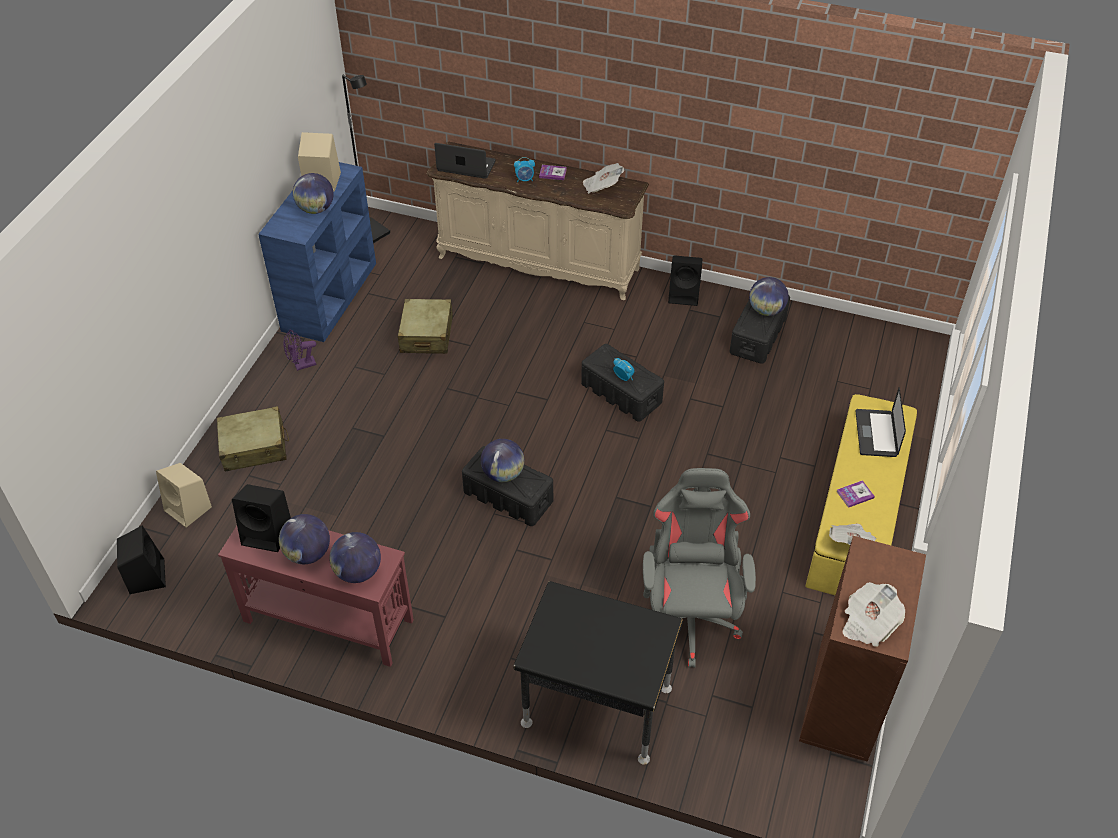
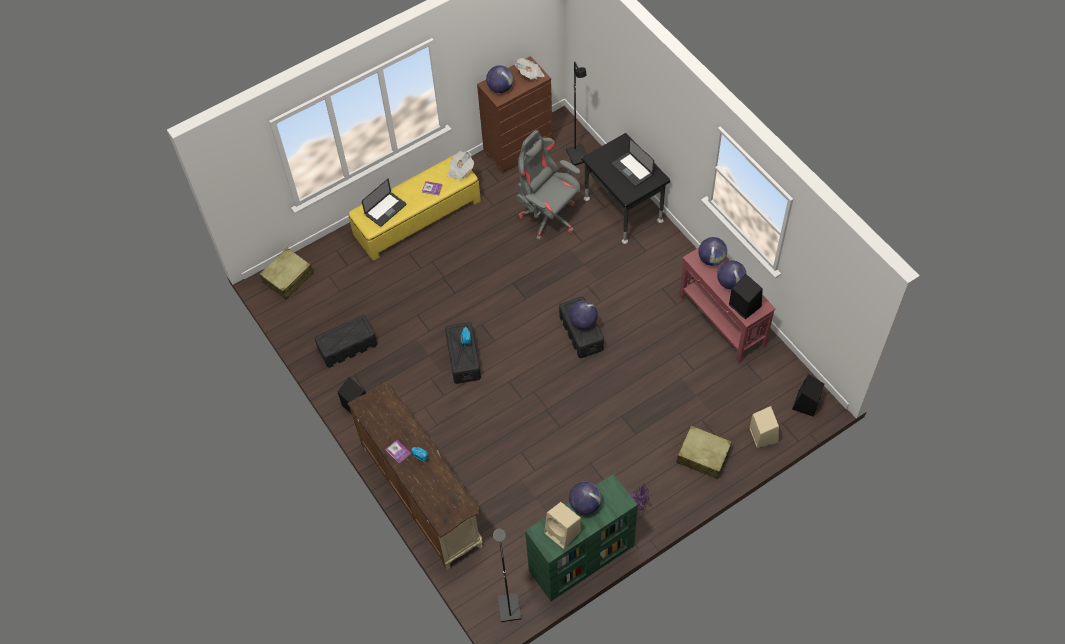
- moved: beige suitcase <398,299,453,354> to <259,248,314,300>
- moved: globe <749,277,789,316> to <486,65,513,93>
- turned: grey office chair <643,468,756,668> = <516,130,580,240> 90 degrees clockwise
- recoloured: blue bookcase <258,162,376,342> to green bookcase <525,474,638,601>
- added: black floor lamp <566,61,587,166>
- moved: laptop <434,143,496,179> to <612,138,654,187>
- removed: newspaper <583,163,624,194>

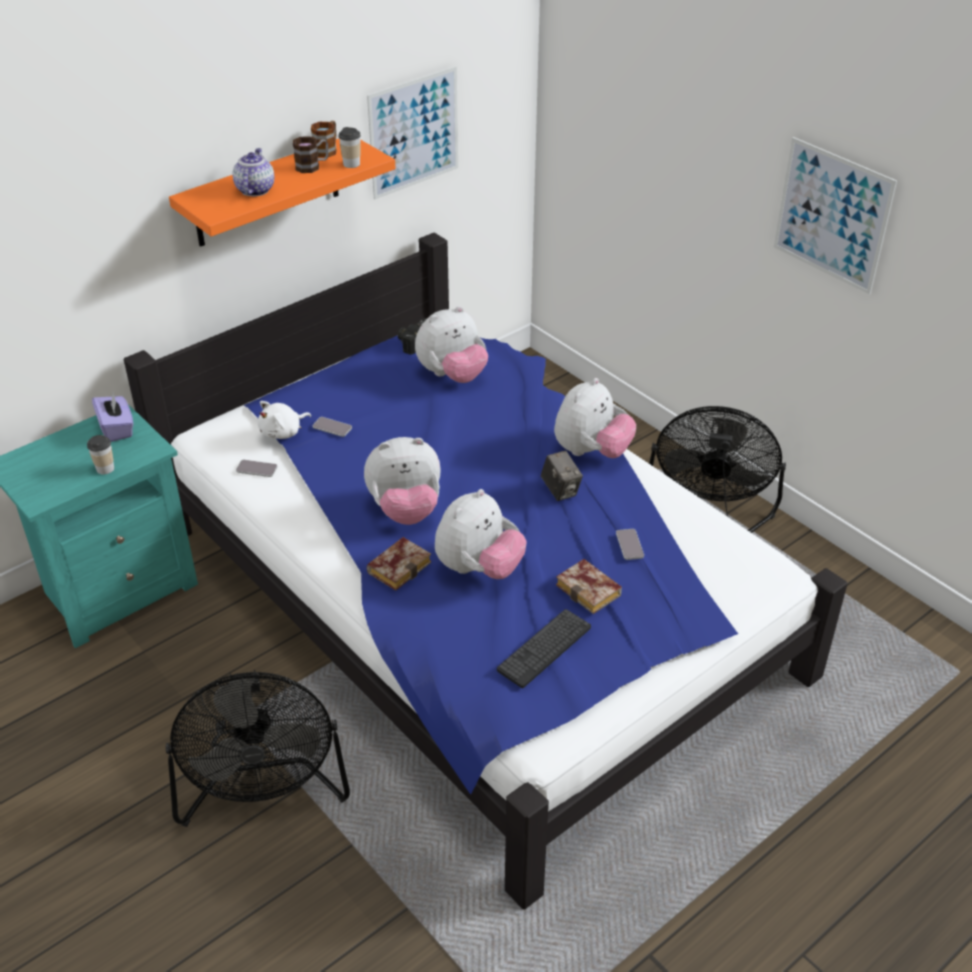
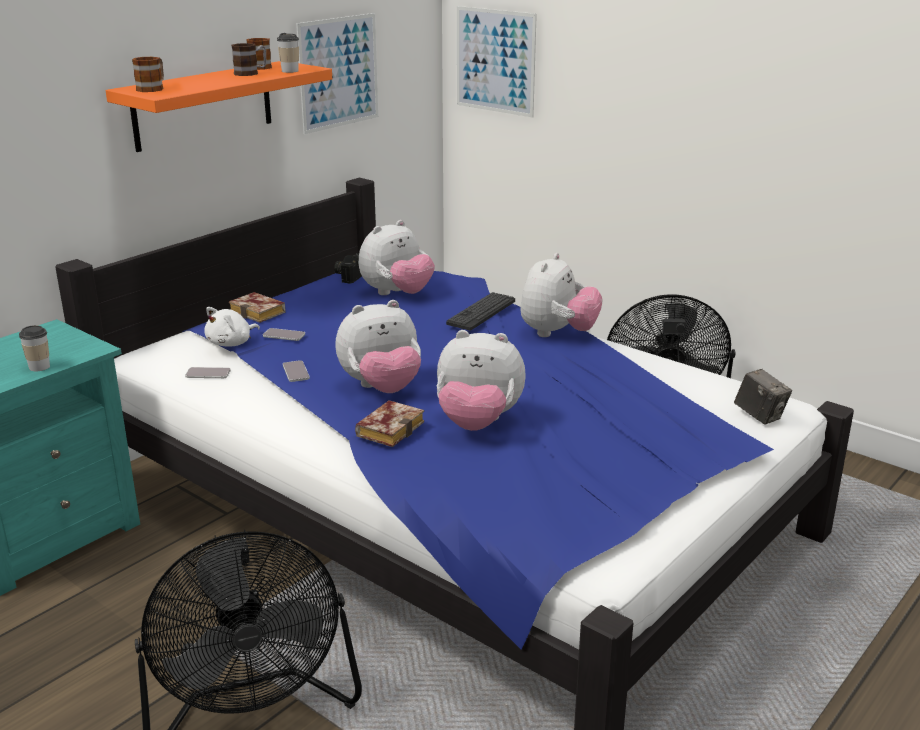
- added: mug <132,57,164,92>
- moved: book <556,559,622,614> to <229,292,285,323>
- moved: phone <616,529,644,560> to <283,360,310,382>
- turned: plush toy <435,489,527,579> = <437,330,526,431> 75 degrees clockwise
- moved: keyboard <497,609,591,688> to <446,292,515,330>
- moved: picture <774,137,897,295> to <457,6,537,118>
- moved: photo camera <541,451,583,501> to <734,369,792,425>
- removed: purple tissue box <92,391,133,442>
- removed: teapot <232,148,274,196>

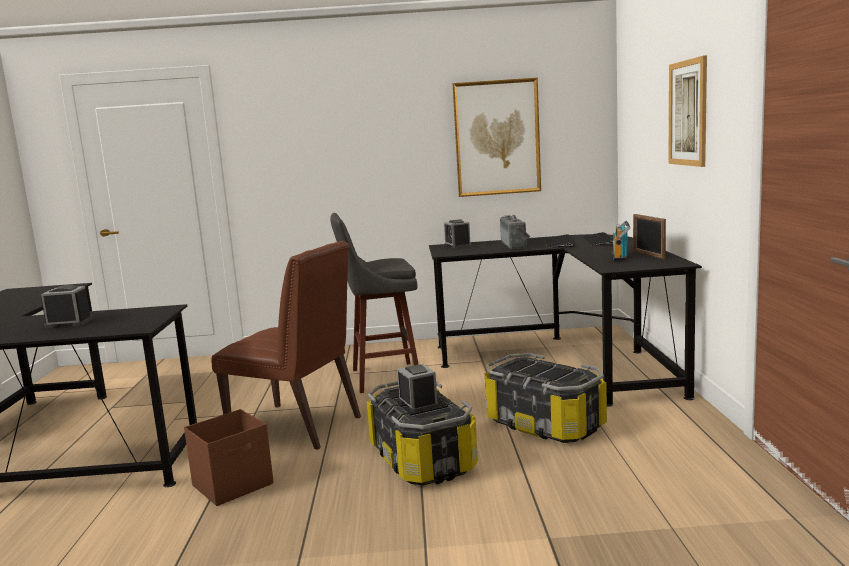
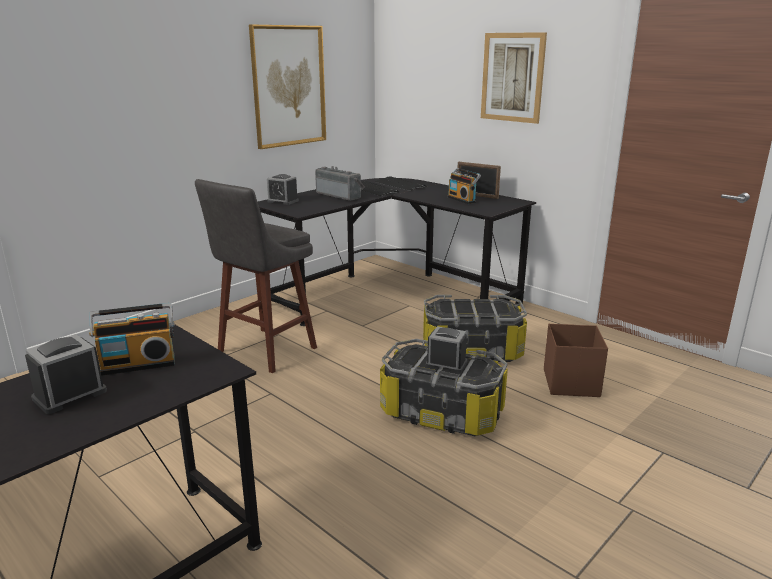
- added: radio <89,303,175,376>
- moved: brown storage box <184,409,273,506> to <544,324,608,397>
- removed: brown chair <211,241,361,449>

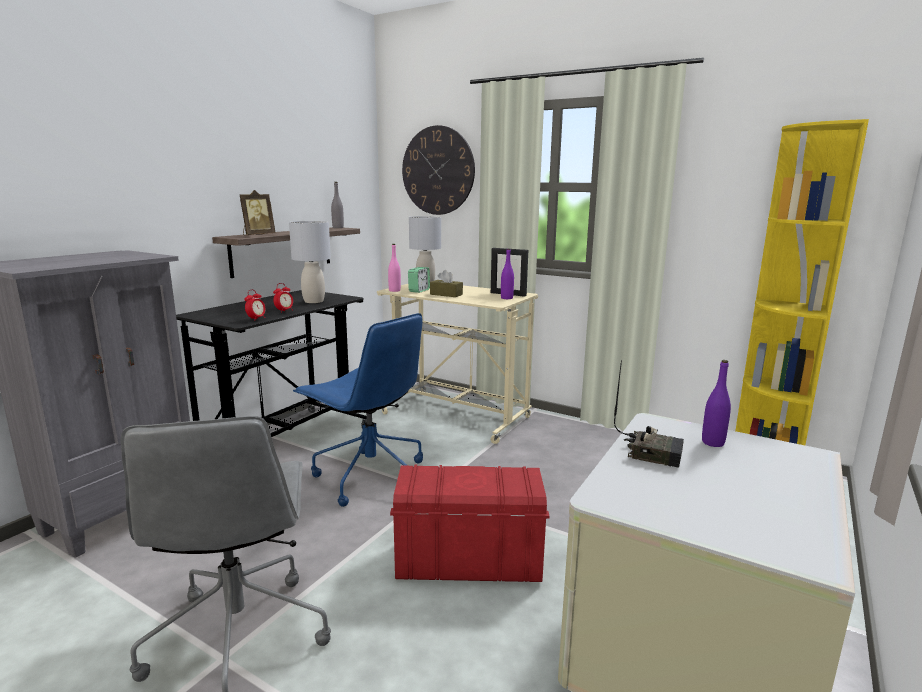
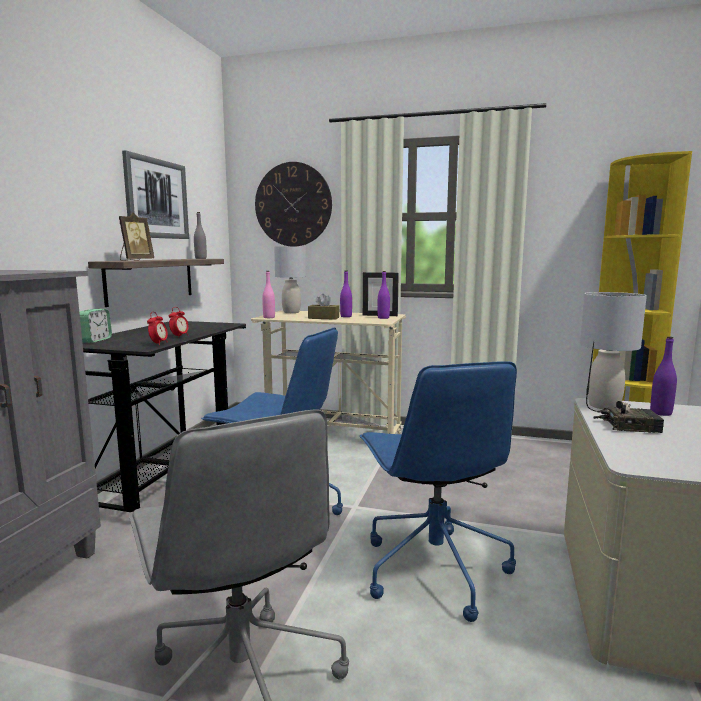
- moved: alarm clock <408,267,430,293> to <79,309,112,343>
- added: picture <122,150,189,239>
- added: purple bottle <340,270,352,317>
- replaced: red storage box <390,465,550,582> to blue office chair <360,361,517,622>
- moved: grey table lamp <289,221,331,303> to <580,292,647,410>

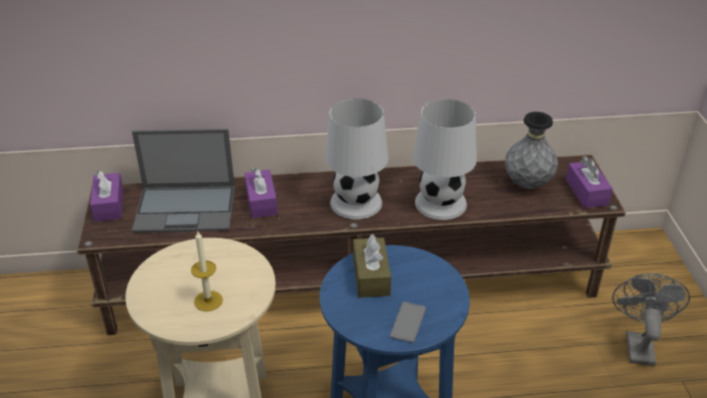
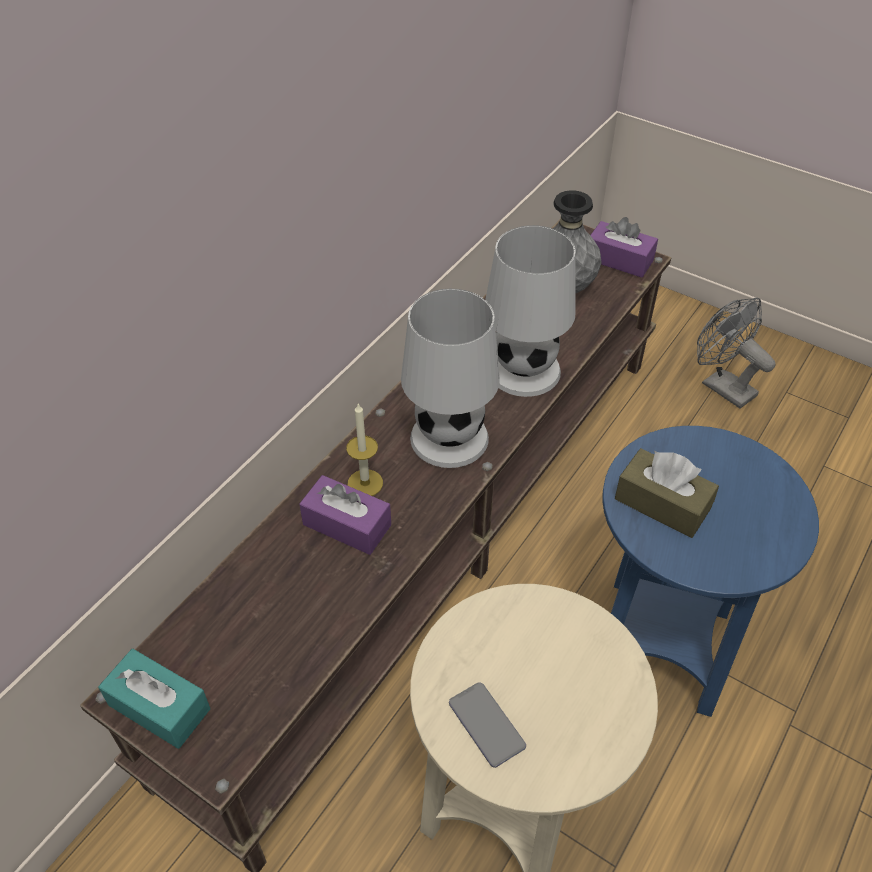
- recoloured: purple tissue box <90,171,123,222> to turquoise tissue box <98,649,210,749>
- moved: candle <191,230,223,311> to <346,404,383,496>
- moved: phone <390,302,426,343> to <449,682,526,768>
- removed: laptop <132,129,235,233>

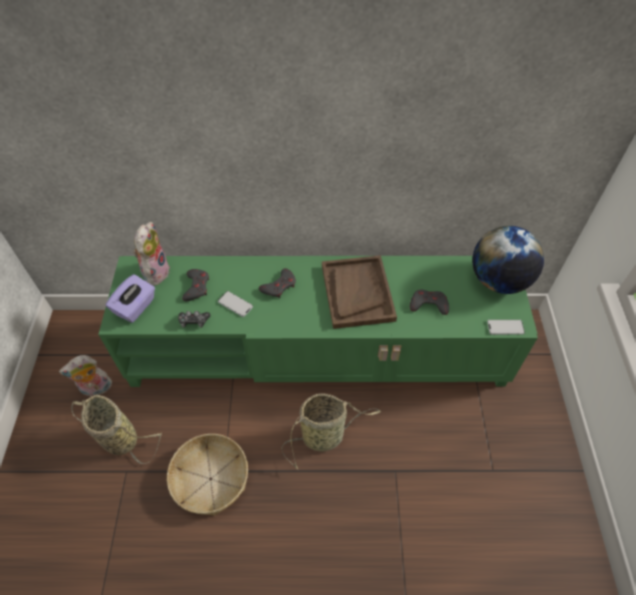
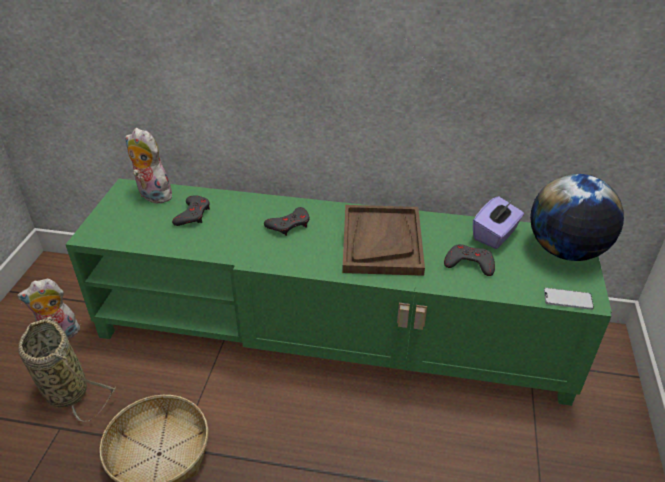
- turned: plush toy <133,222,170,286> = <125,128,172,203> 75 degrees counterclockwise
- moved: purple tissue box <106,274,155,323> to <473,196,524,249>
- removed: game controller <178,311,210,328>
- removed: phone <218,291,253,317>
- removed: basket <281,393,381,470>

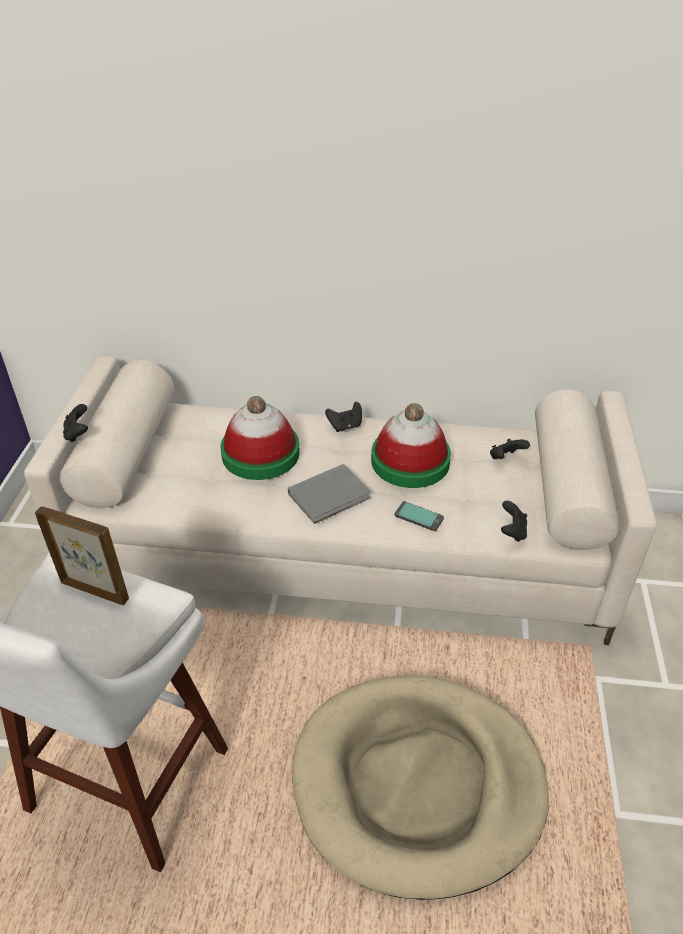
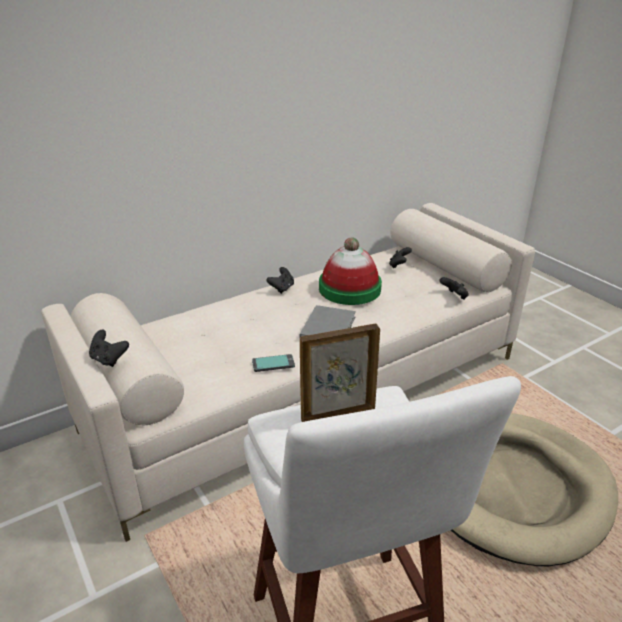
- moved: phone <394,501,444,531> to <252,354,295,372>
- removed: hat <221,396,300,480>

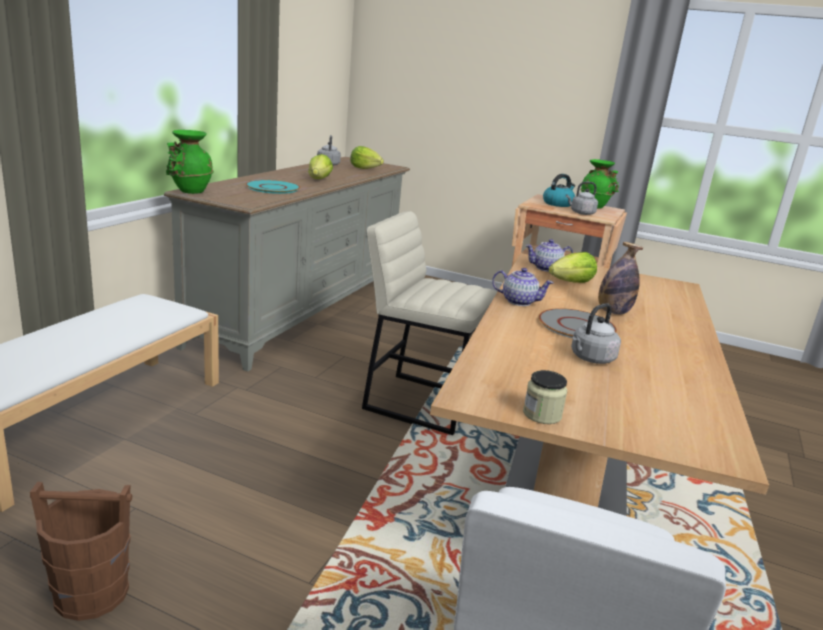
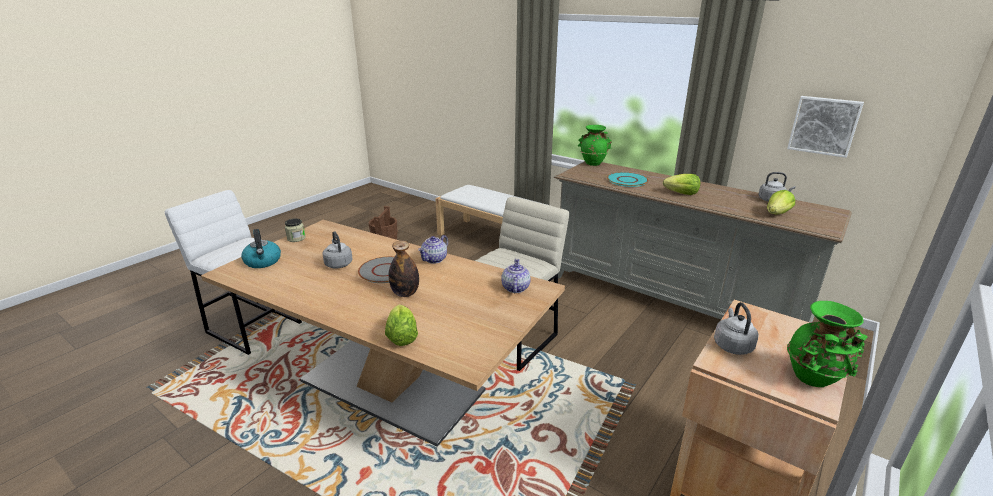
- moved: kettle <543,174,575,207> to <241,229,281,268>
- moved: lettuce <549,252,597,283> to <385,304,418,346>
- added: picture <787,96,864,158>

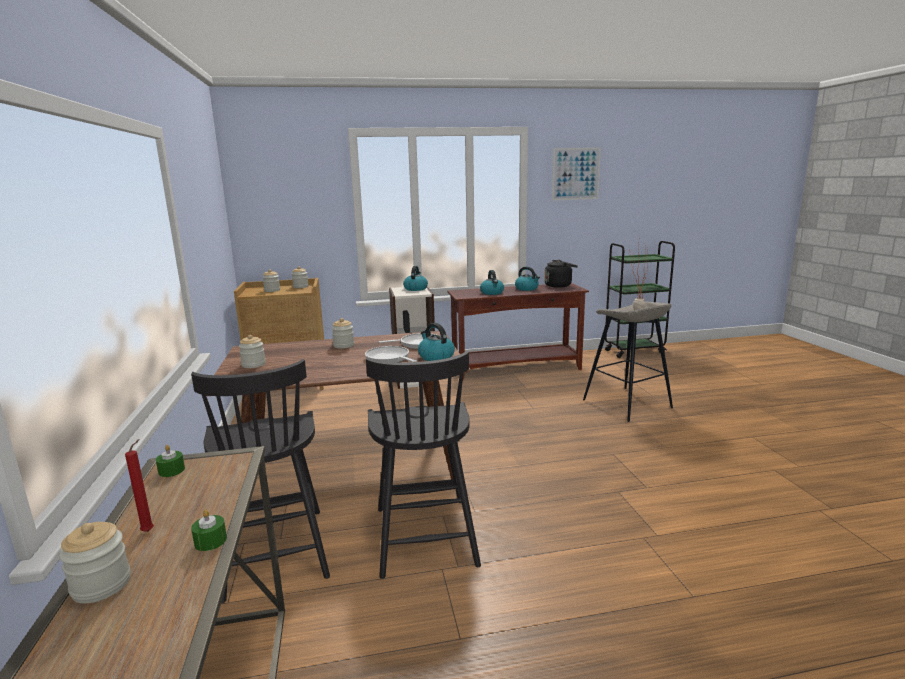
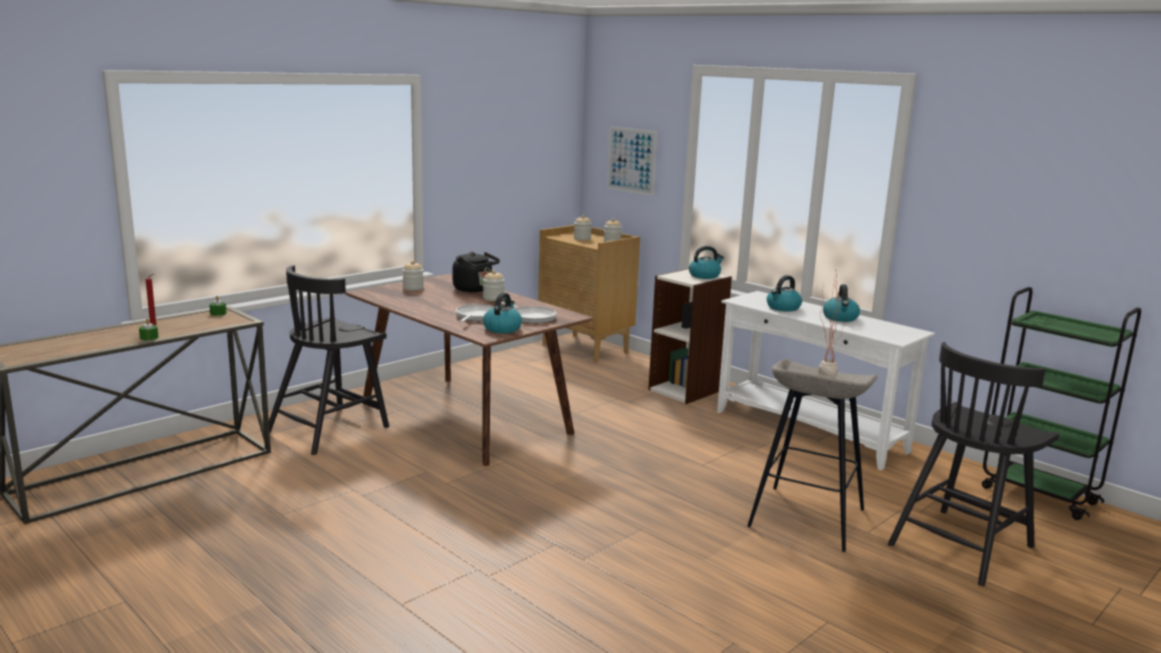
- moved: black kettle <544,260,578,288> to <453,252,500,292>
- moved: picture <552,147,601,201> to <607,126,657,196>
- recoloured: brown console table <447,283,589,379> to white console table <717,291,935,470>
- moved: black chair <366,351,481,579> to <888,342,1059,586>
- removed: jar <59,522,131,603>

